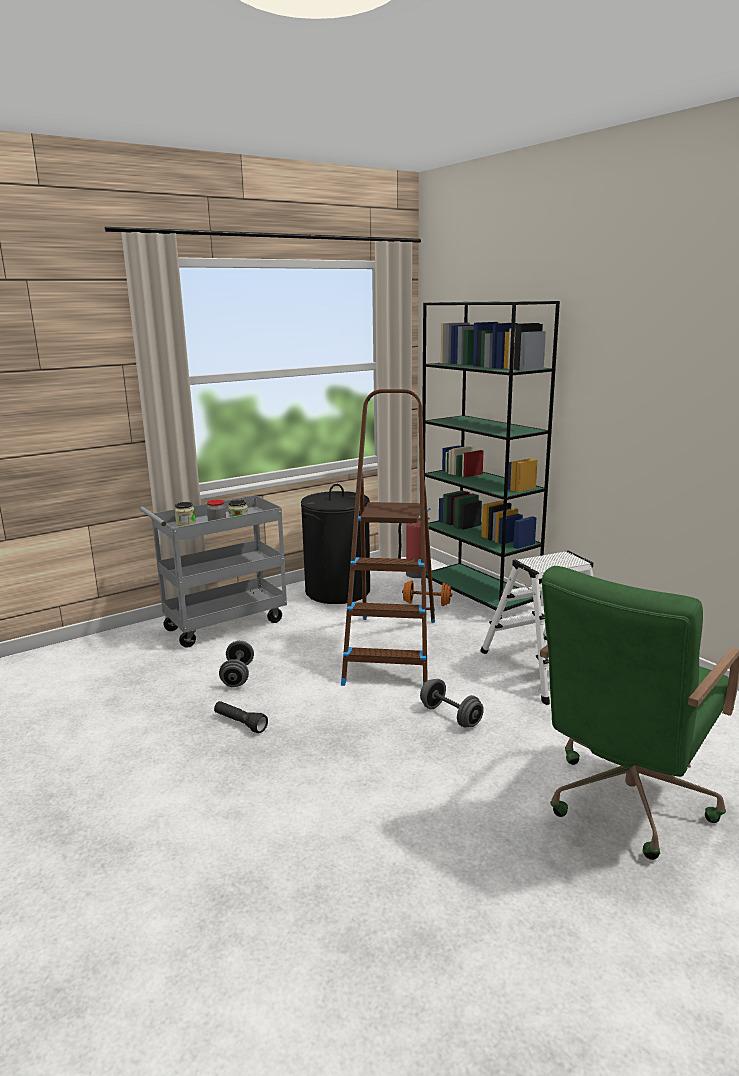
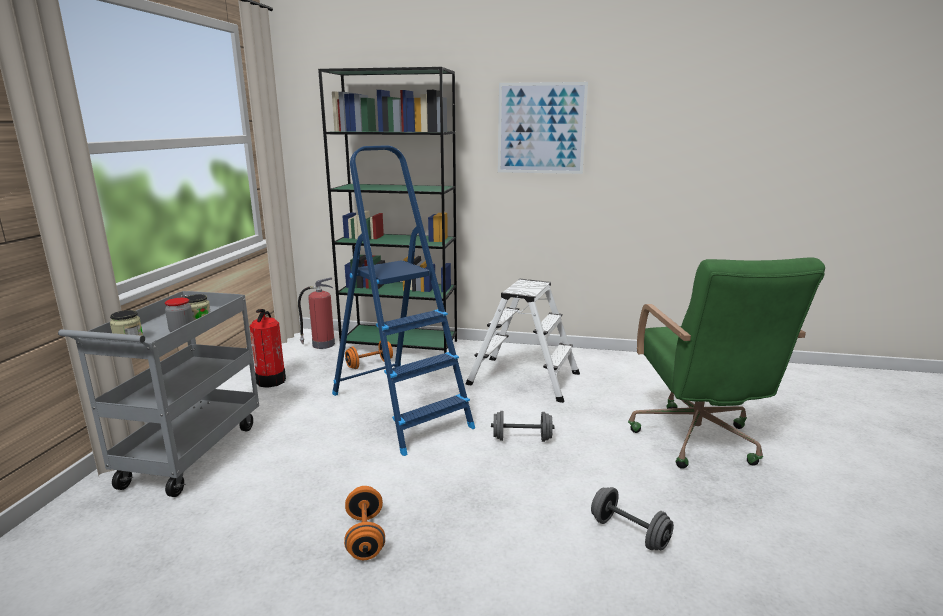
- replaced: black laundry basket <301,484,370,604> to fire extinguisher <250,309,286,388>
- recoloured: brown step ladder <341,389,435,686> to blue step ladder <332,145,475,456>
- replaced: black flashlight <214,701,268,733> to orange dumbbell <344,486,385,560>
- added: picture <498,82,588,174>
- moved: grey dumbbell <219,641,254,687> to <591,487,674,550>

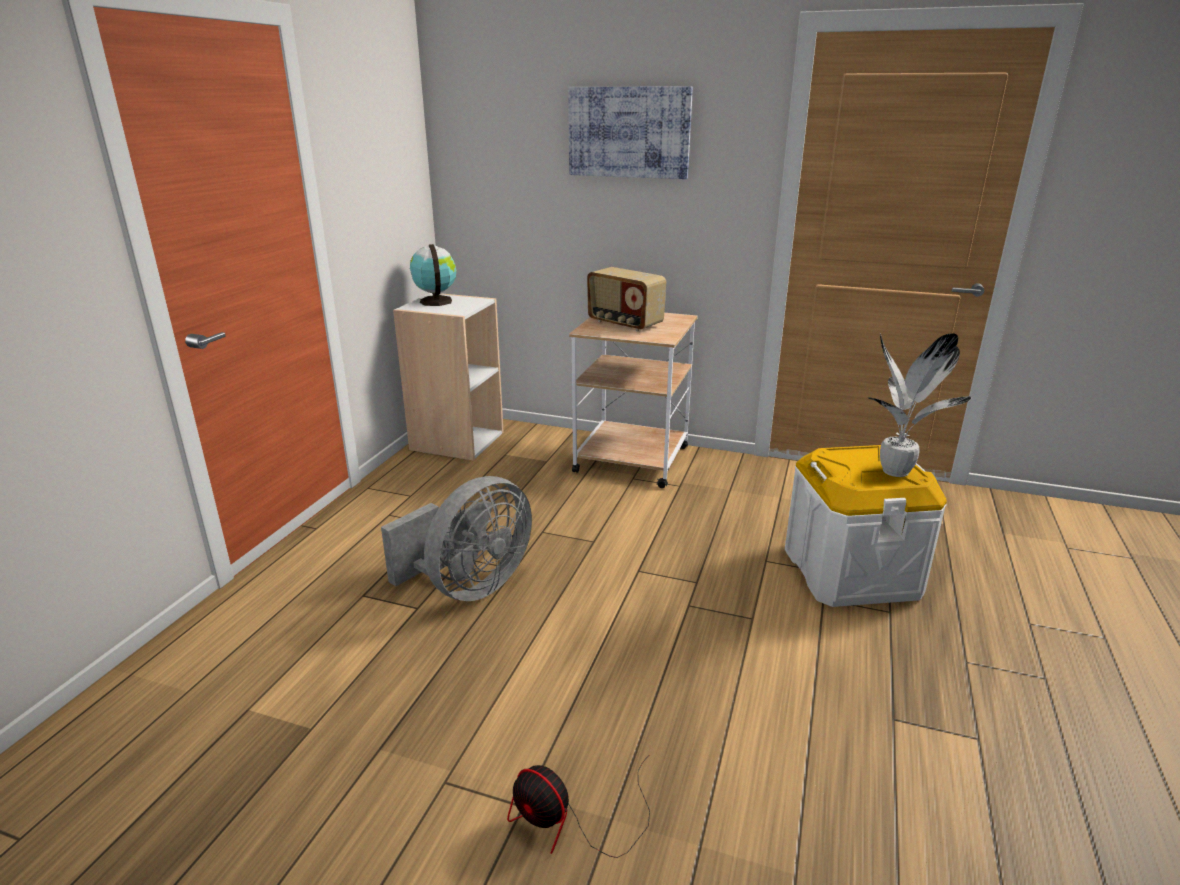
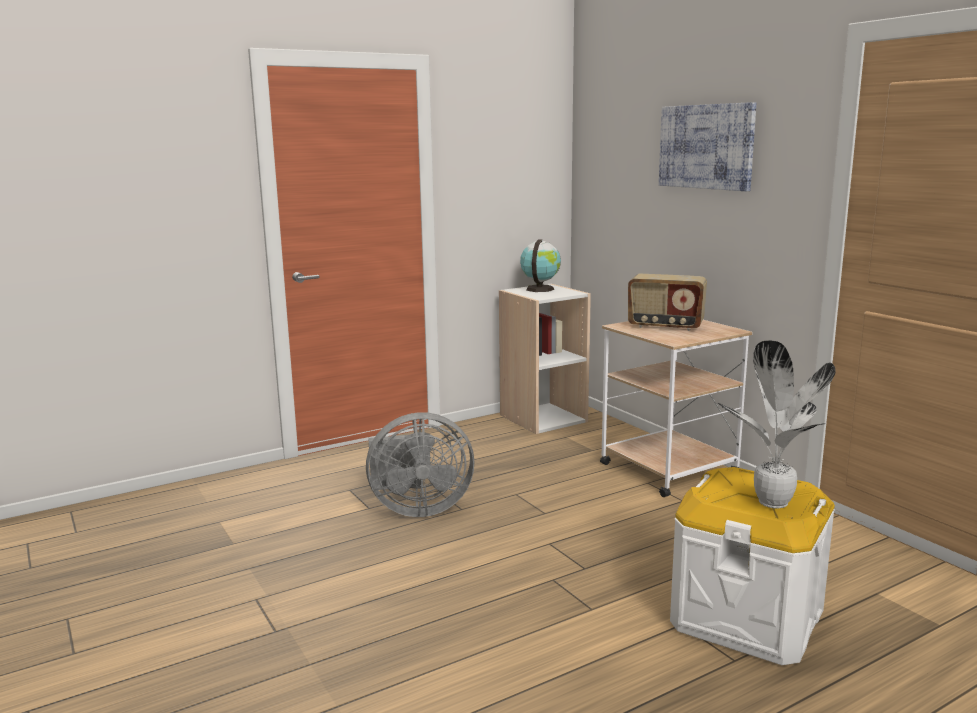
- turned: radio <587,267,666,331> = <628,274,707,331> 60 degrees counterclockwise
- removed: fan <507,755,650,858>

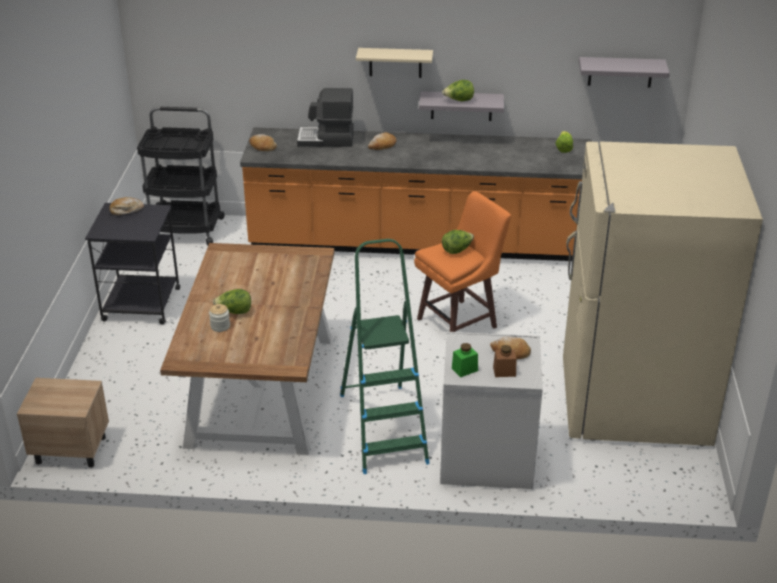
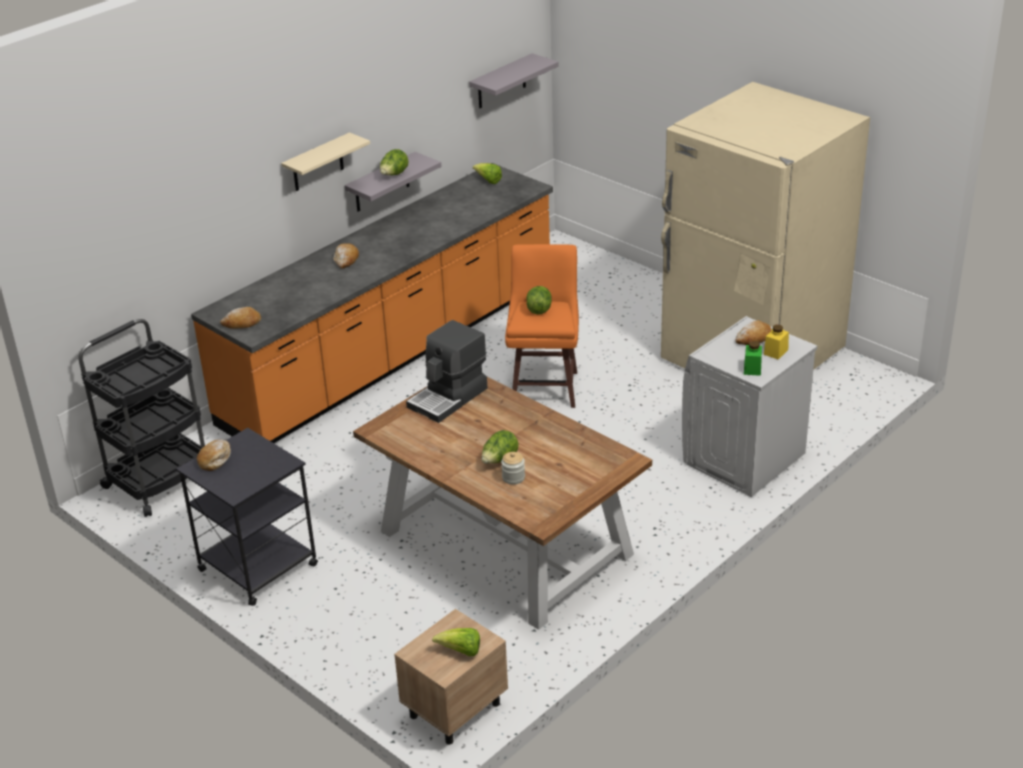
- moved: coffee machine <297,88,354,147> to <406,320,488,423>
- added: lettuce <432,628,480,656>
- recoloured: brown jar <493,345,517,377> to yellow jar <764,325,789,360>
- removed: green step ladder <340,239,429,474>

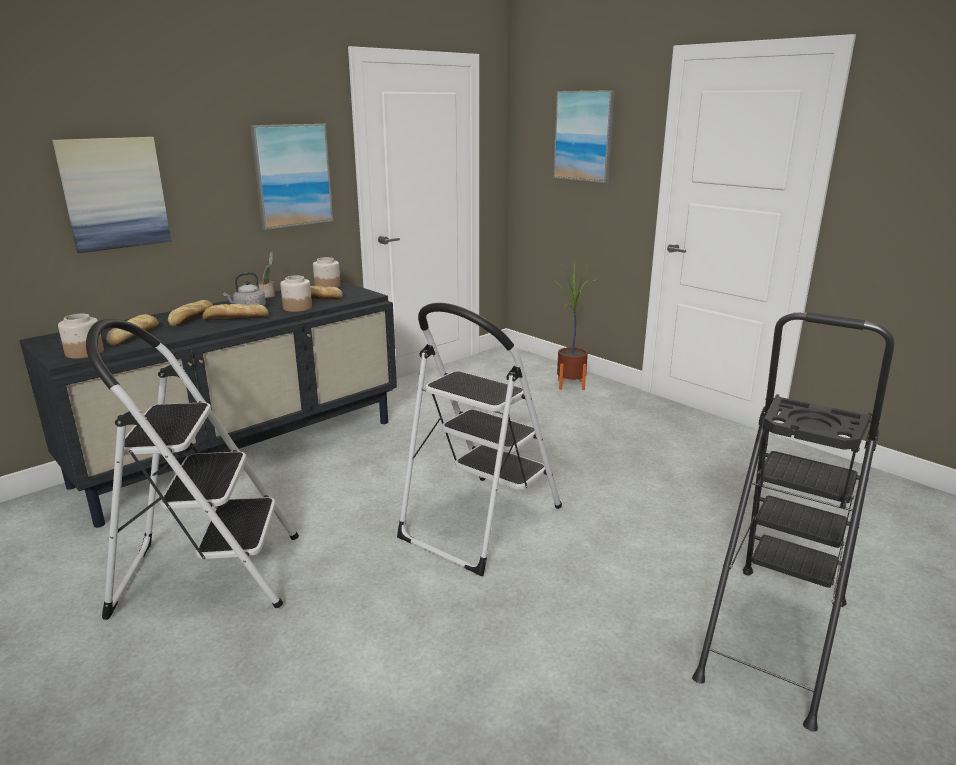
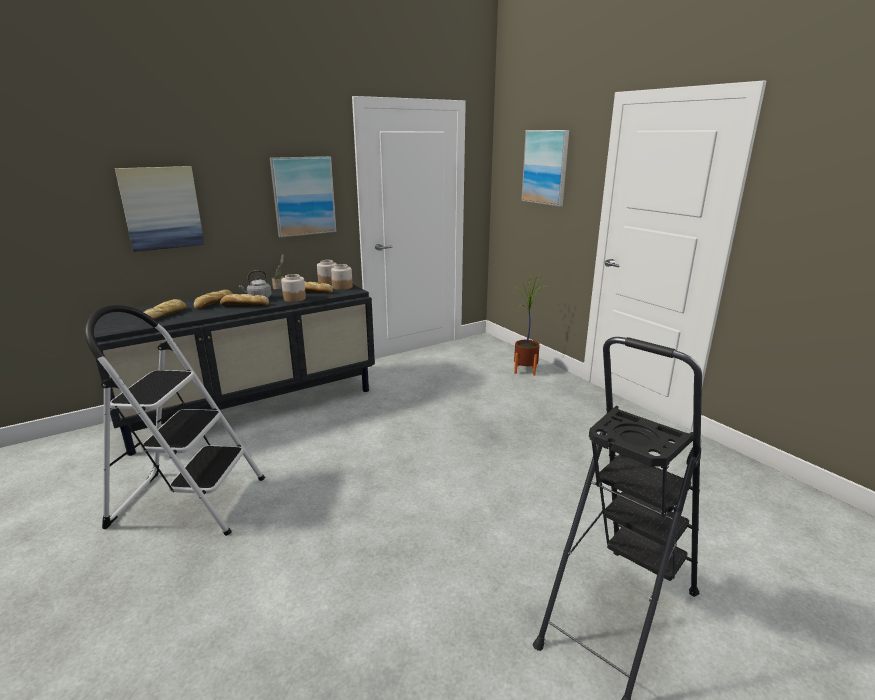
- moved: jar <58,314,104,359> to <331,264,353,290>
- removed: step ladder <397,303,562,576>

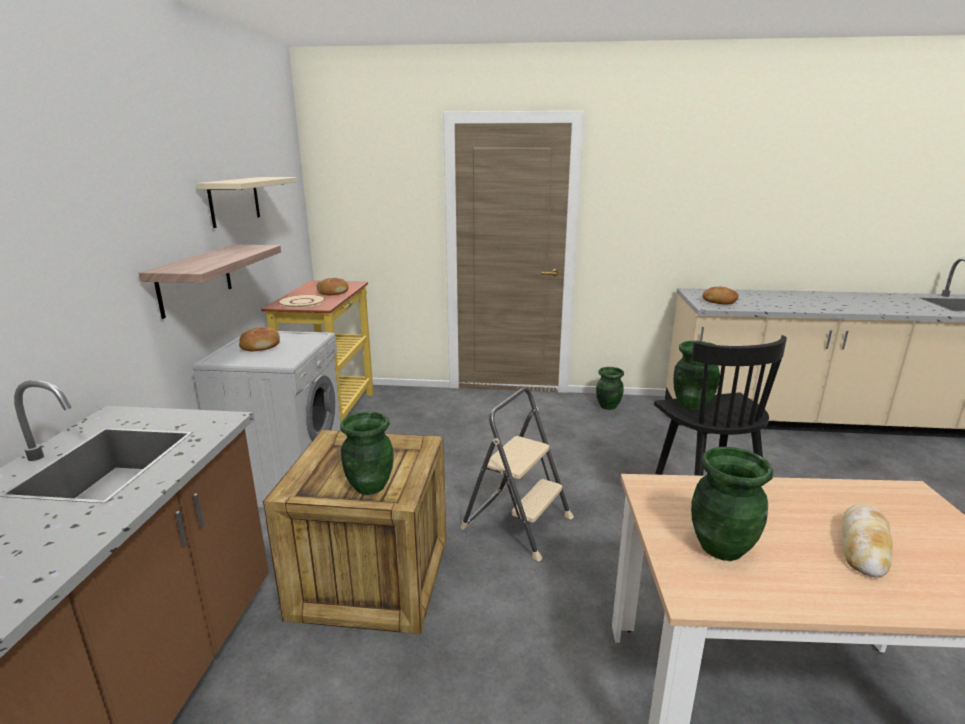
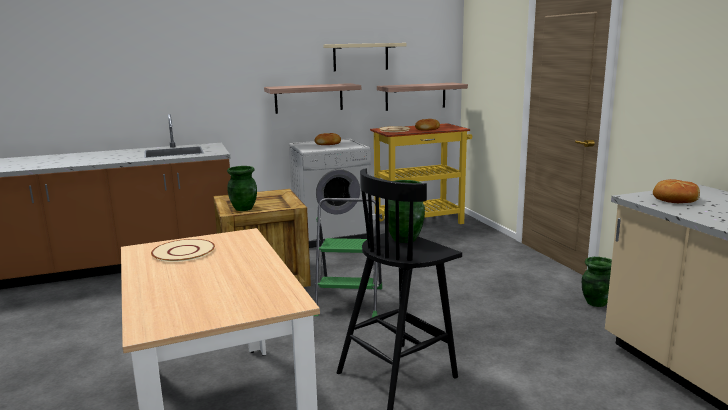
- replaced: green vase <691,447,773,561> to beige plate <151,239,215,262>
- recoloured: beige step ladder <460,388,574,561> to green step ladder <313,198,382,318>
- added: shelf <377,83,468,111>
- removed: bread <842,504,893,578>

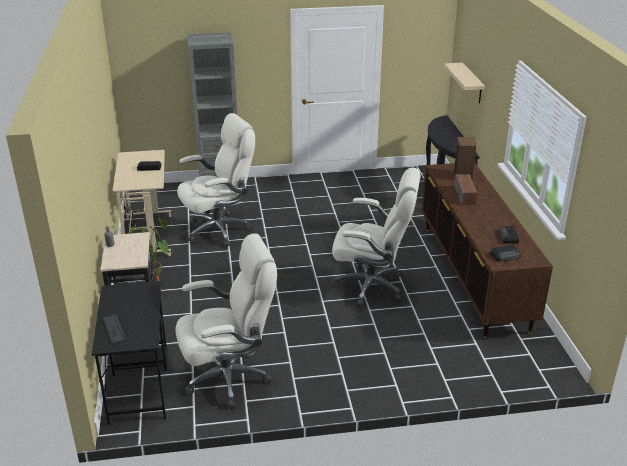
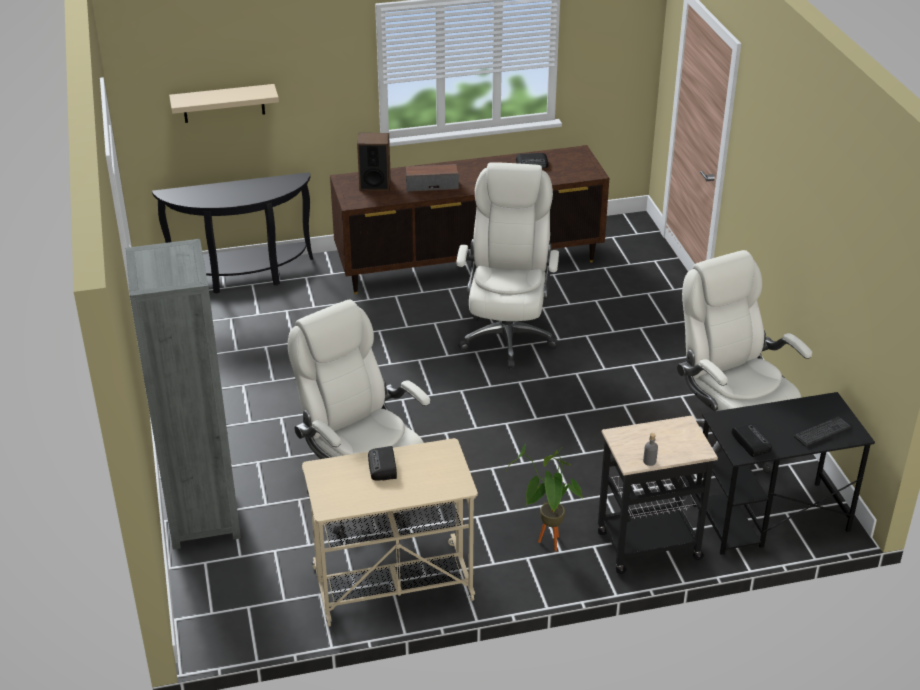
- moved: radio <490,245,521,261> to <731,424,772,457>

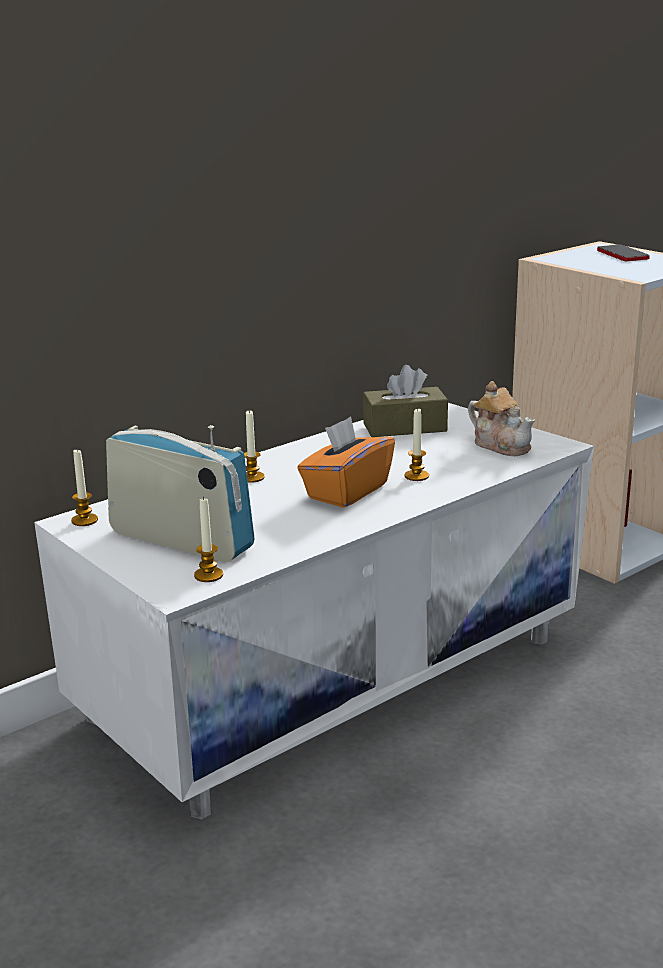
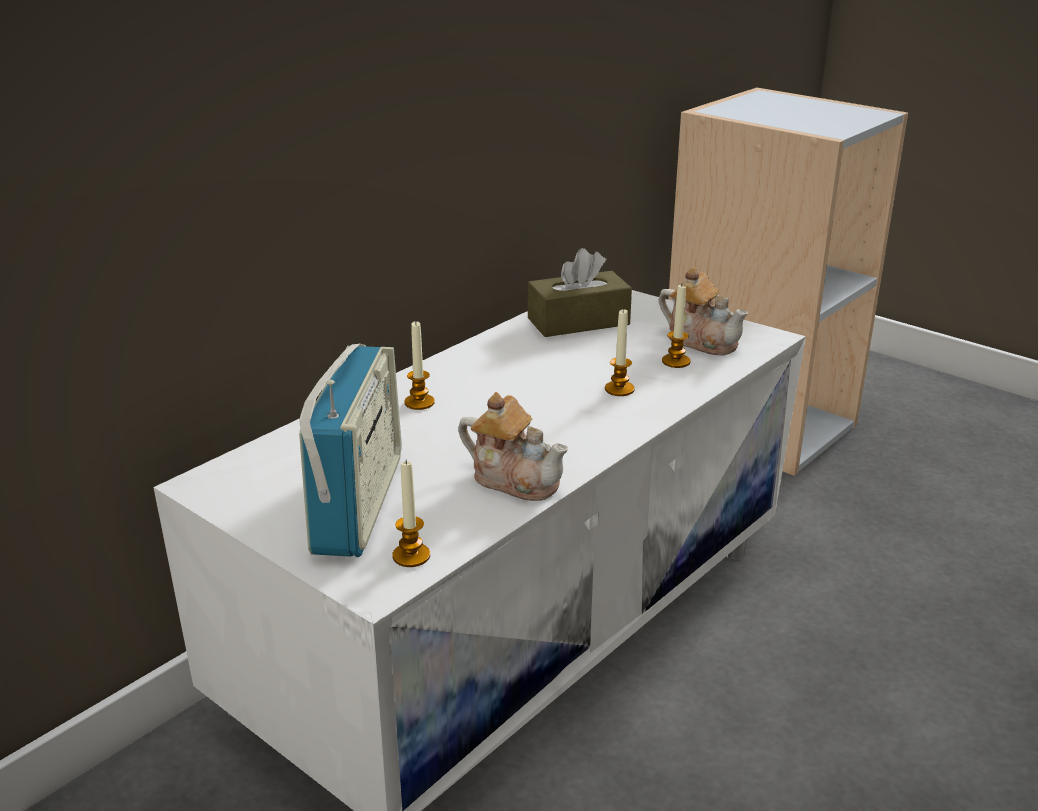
- turned: radio <106,425,255,562> = <299,344,402,557> 75 degrees clockwise
- added: teapot <458,392,568,501>
- moved: candle <71,450,98,526> to <662,285,691,368>
- removed: orange tissue box <297,416,395,508>
- removed: phone <597,245,650,261>

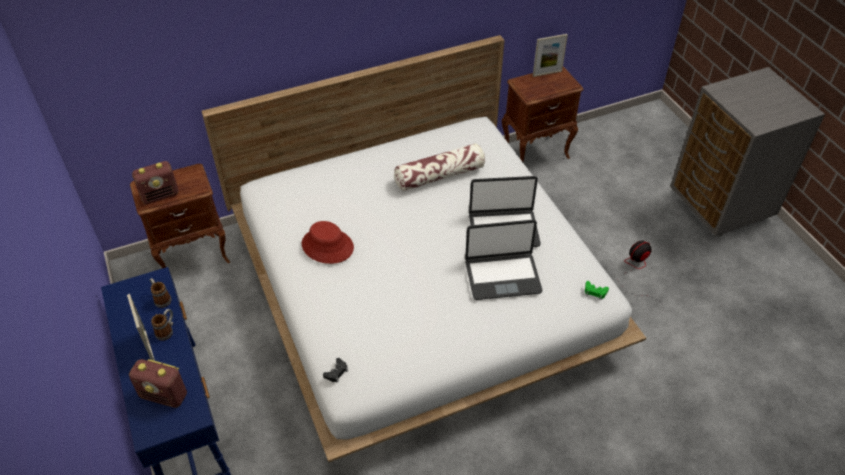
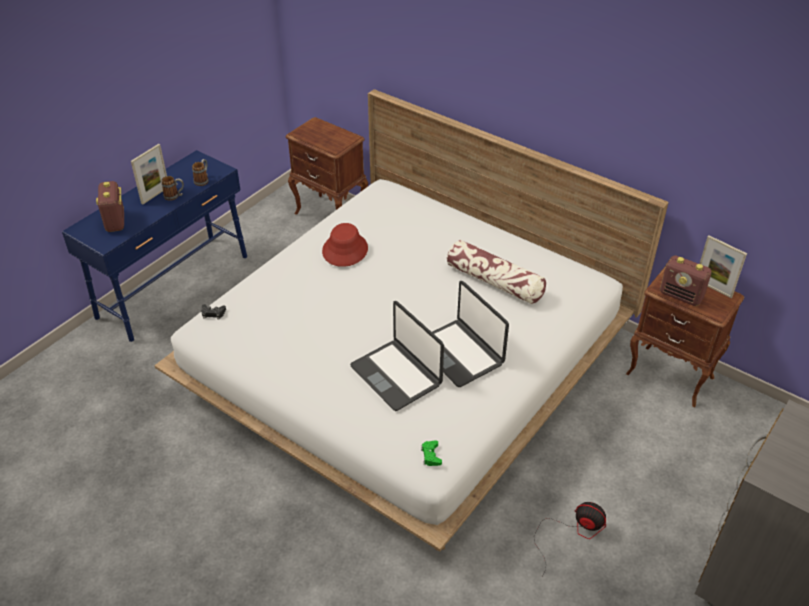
- moved: radio <132,161,179,204> to <660,255,712,306>

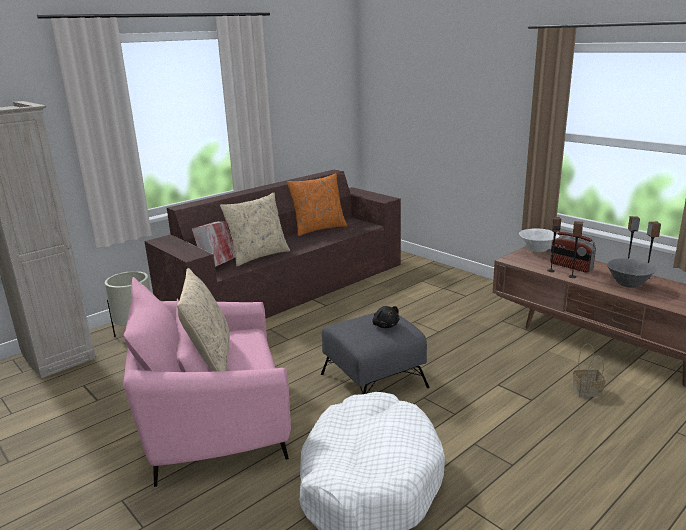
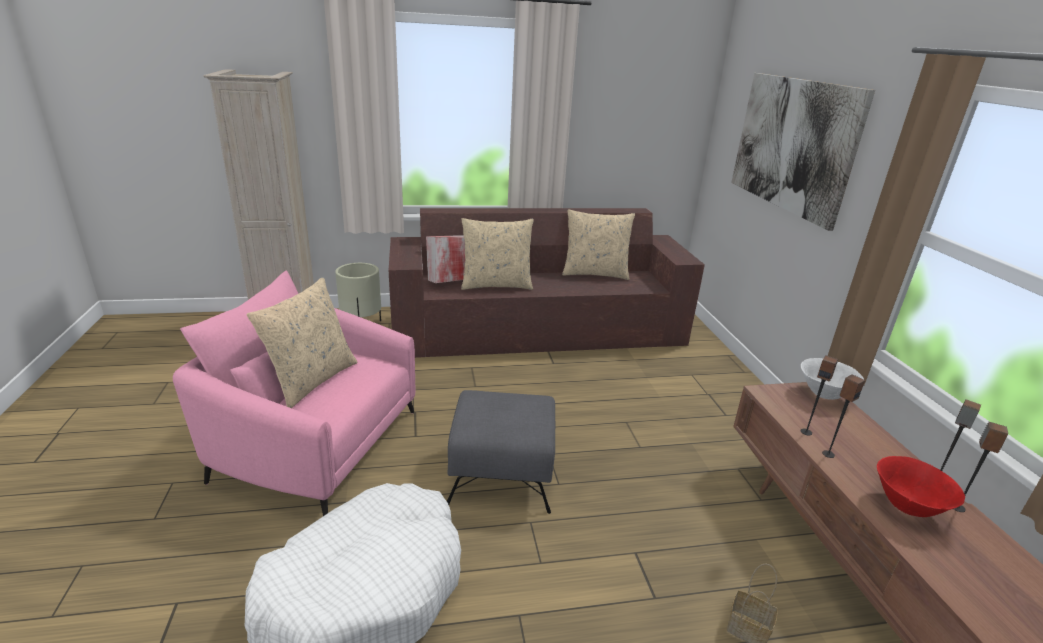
- recoloured: orange pillow <287,173,348,236> to beige pillow <562,209,635,280>
- added: picture <731,73,875,231>
- recoloured: grey bowl <607,258,656,288> to red bowl <877,456,965,517>
- removed: black plush toy <372,306,400,328>
- removed: radio <550,232,596,273>

